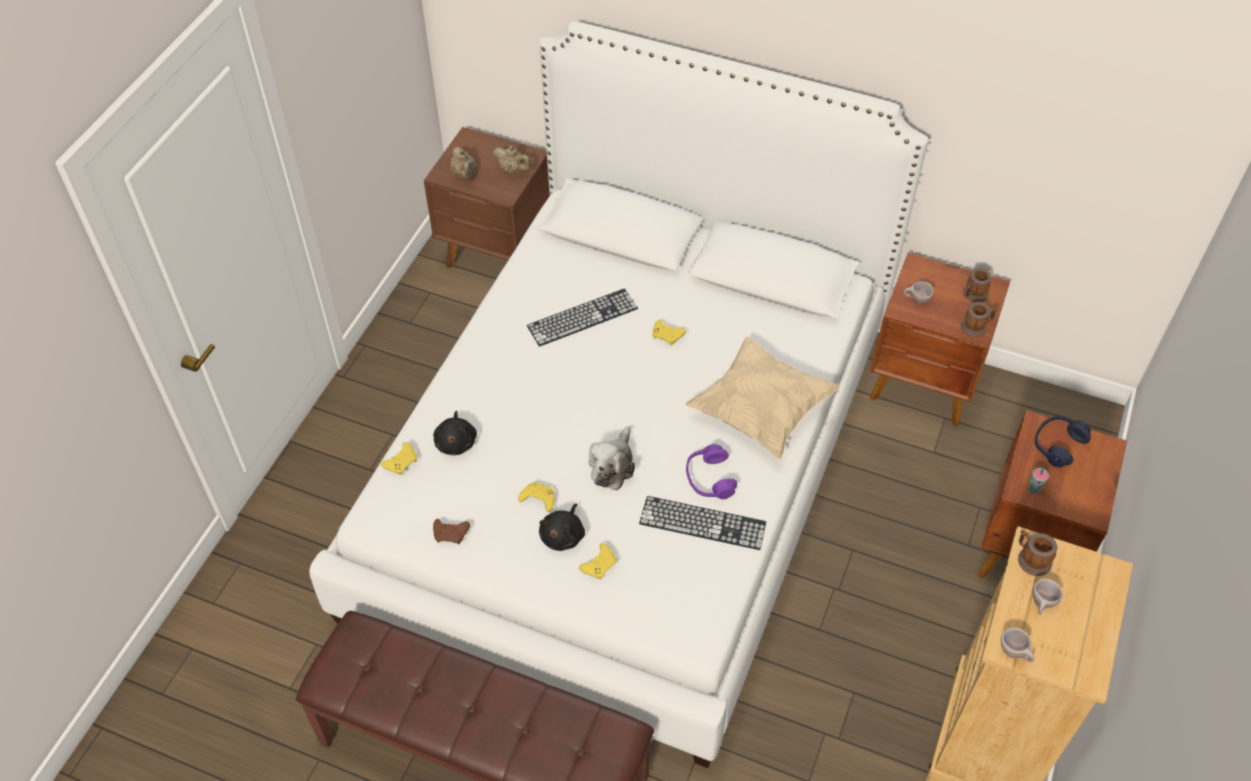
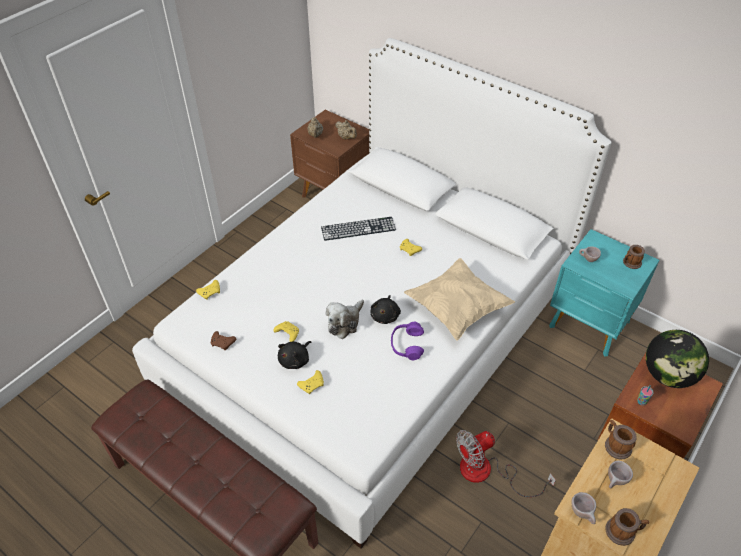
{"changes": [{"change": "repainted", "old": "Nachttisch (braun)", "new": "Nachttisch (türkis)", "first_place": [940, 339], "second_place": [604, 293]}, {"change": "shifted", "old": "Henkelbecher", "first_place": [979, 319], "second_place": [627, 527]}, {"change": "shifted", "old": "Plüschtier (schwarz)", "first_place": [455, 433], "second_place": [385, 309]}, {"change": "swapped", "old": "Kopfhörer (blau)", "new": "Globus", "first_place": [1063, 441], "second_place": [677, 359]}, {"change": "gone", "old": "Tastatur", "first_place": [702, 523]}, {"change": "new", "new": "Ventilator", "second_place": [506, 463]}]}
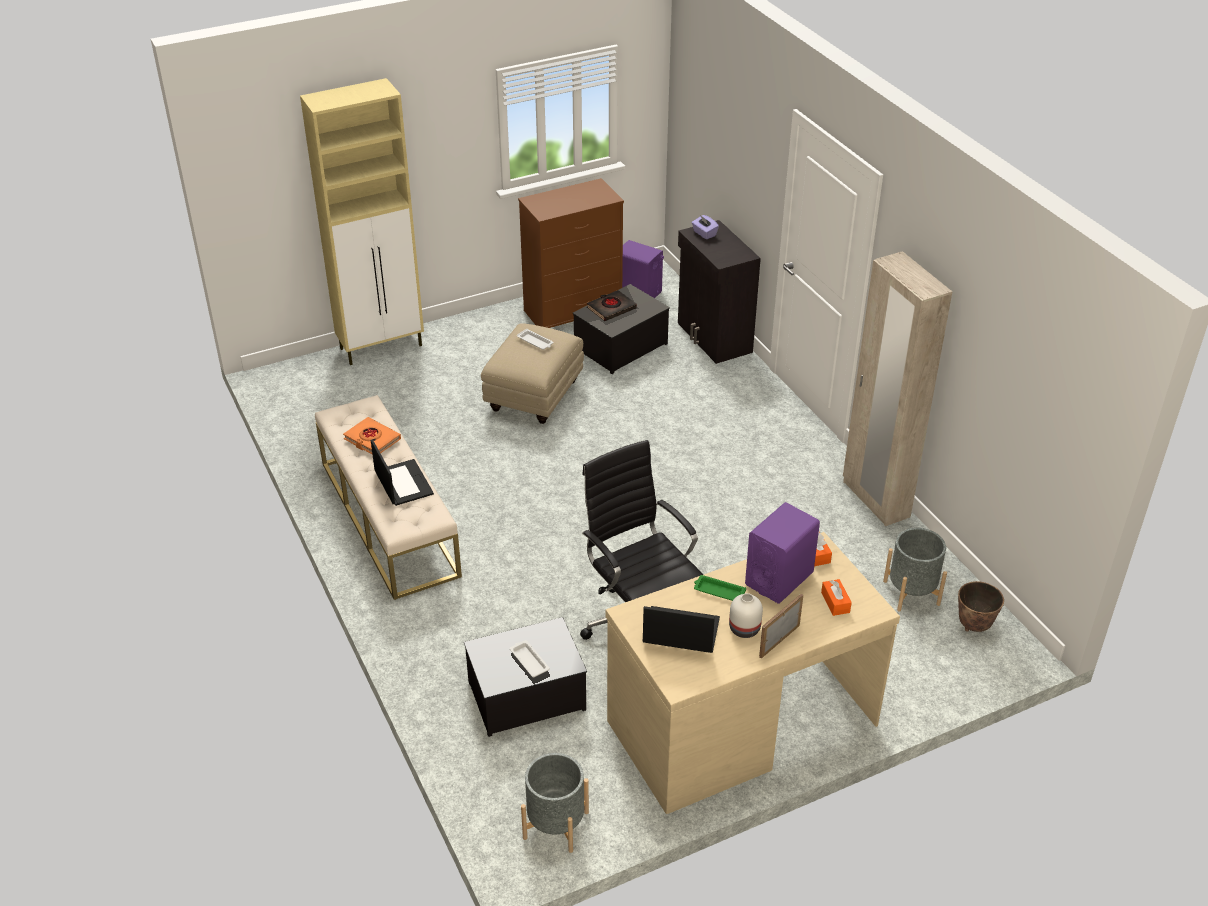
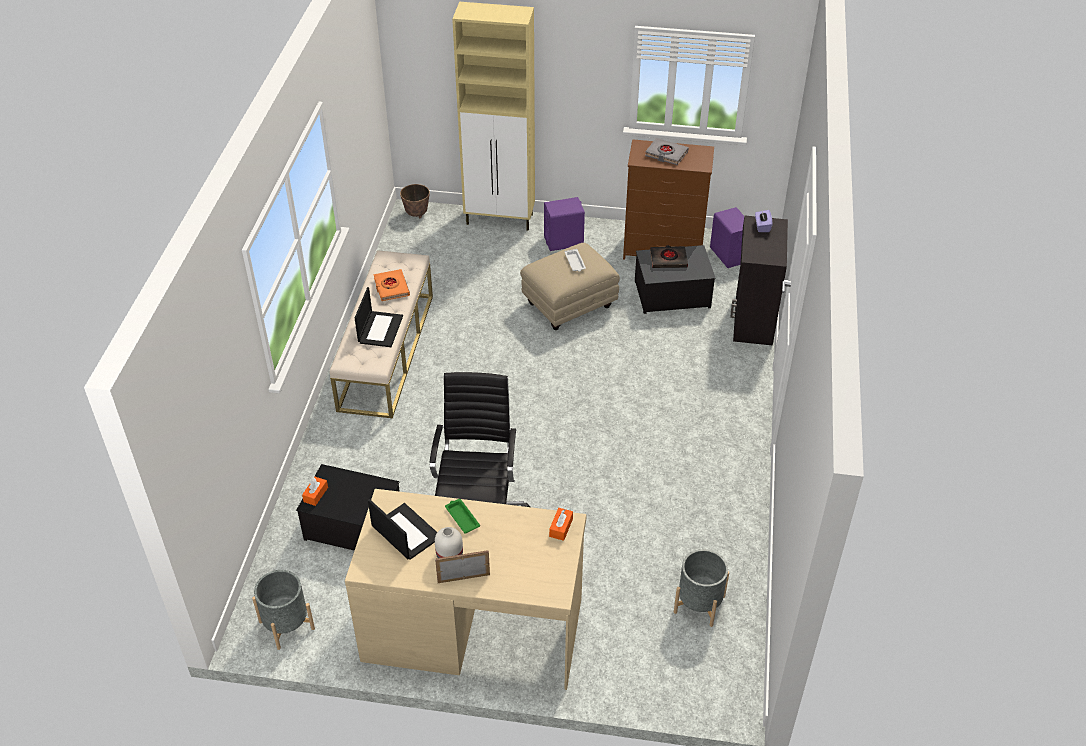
{"changes": [{"change": "gone", "old": "Kleiderschrank (beige)", "first_place": [897, 388]}, {"change": "shifted", "old": "Lautsprecher (lila)", "first_place": [782, 553], "second_place": [564, 224]}, {"change": "shifted", "old": "Taschentuchbox (orange)", "first_place": [836, 597], "second_place": [315, 491]}, {"change": "shifted", "old": "Pflanzkübel", "first_place": [981, 606], "second_place": [415, 201]}, {"change": "gone", "old": "Tablett (weiß)", "first_place": [530, 658]}, {"change": "new", "new": "Buch (grau)", "second_place": [667, 151]}]}
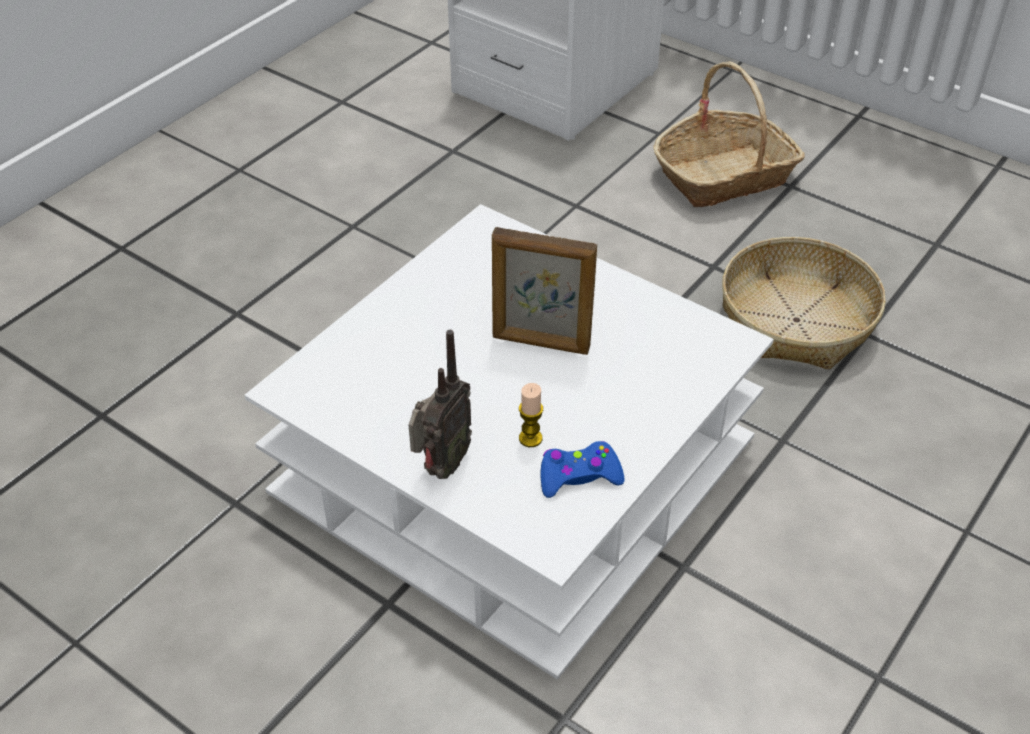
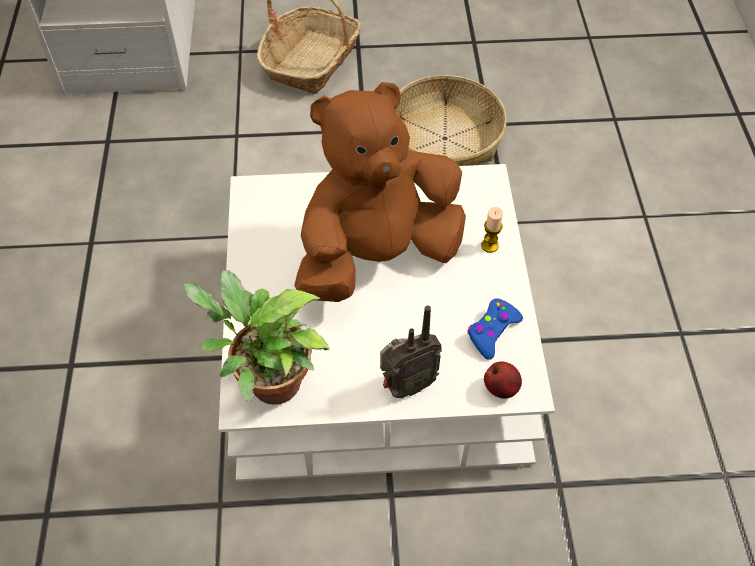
{"changes": [{"change": "swapped", "old": "Bilderrahmen", "new": "Plüschtier (braun)", "first_place": [544, 291], "second_place": [380, 192]}, {"change": "rotated", "old": "Radio", "first_place": [440, 404], "second_place": [411, 351], "degrees": 75}, {"change": "shifted", "old": "Kerze", "first_place": [531, 415], "second_place": [492, 230]}, {"change": "new", "new": "Topfpflanze", "second_place": [257, 337]}, {"change": "new", "new": "Apfel", "second_place": [503, 380]}]}
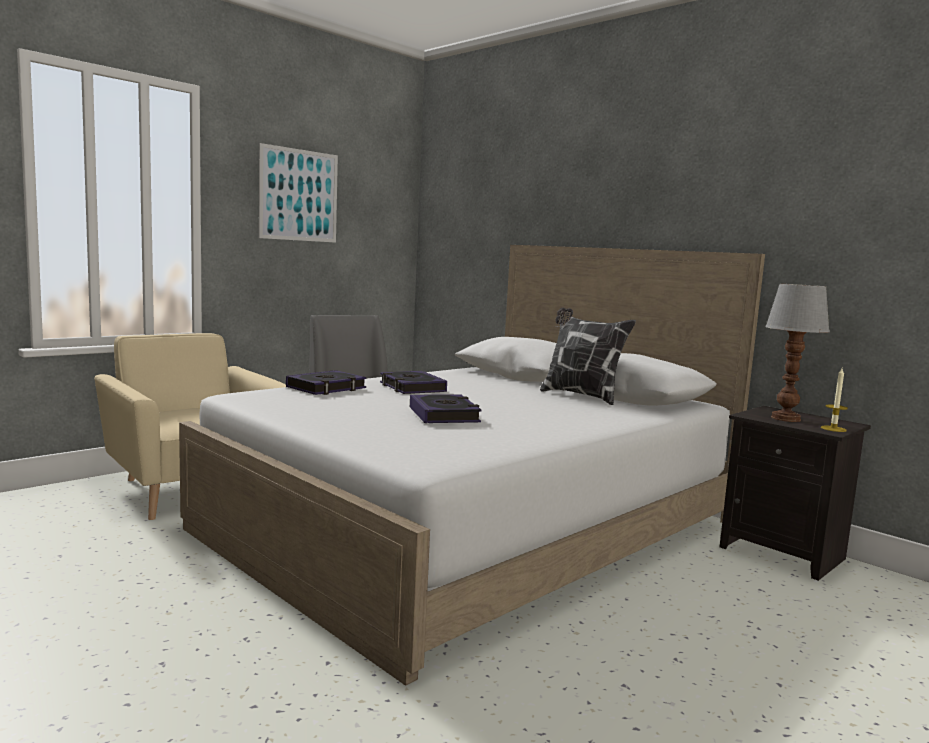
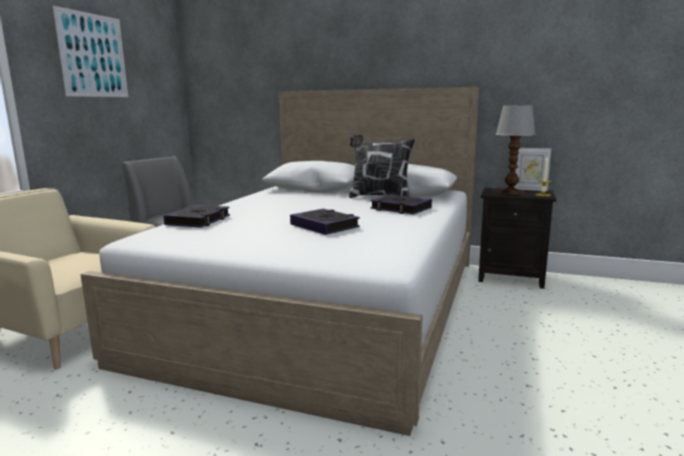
{"changes": [{"change": "shifted", "old": "Buch", "first_place": [413, 382], "second_place": [401, 204]}, {"change": "new", "new": "Bilderrahmen", "second_place": [532, 169]}]}
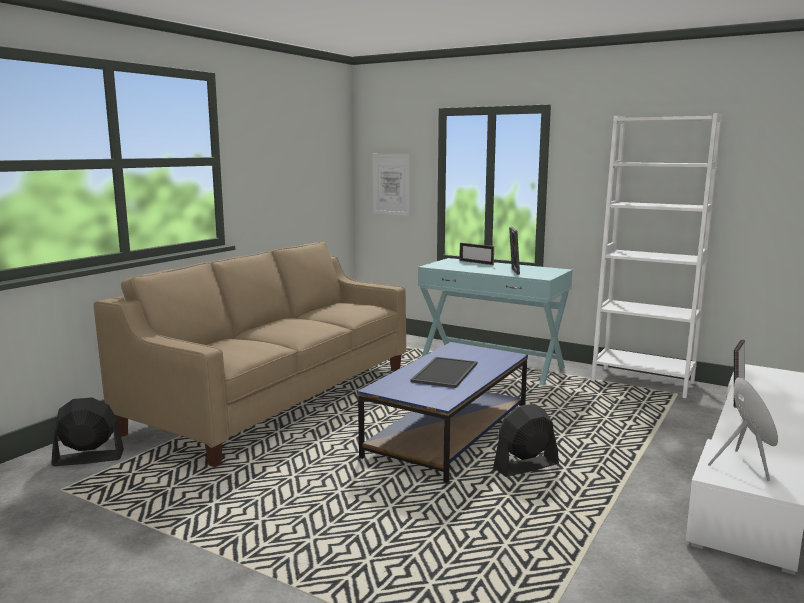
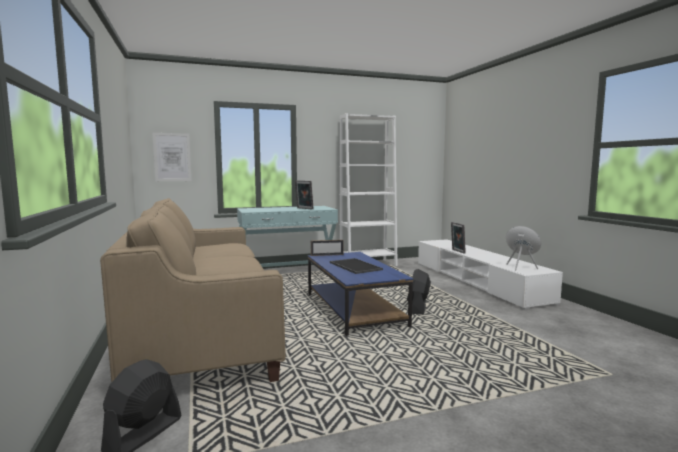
{"changes": [{"change": "shifted", "old": "Bilderrahmen", "first_place": [476, 254], "second_place": [327, 248]}]}
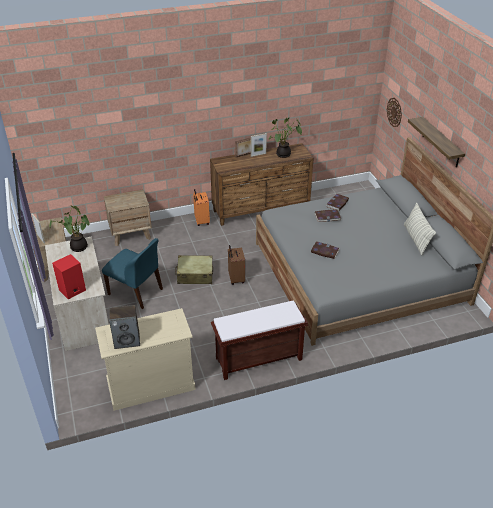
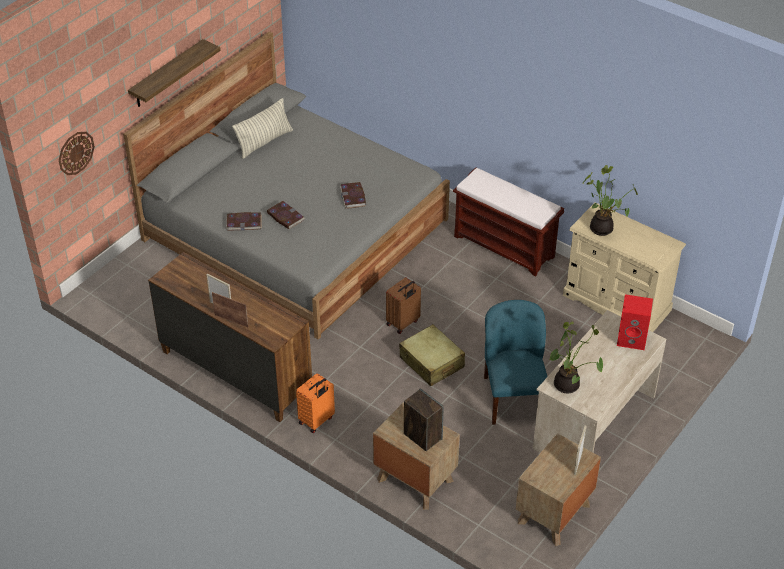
{"changes": [{"change": "shifted", "old": "Topfpflanze", "first_place": [285, 138], "second_place": [610, 200]}, {"change": "shifted", "old": "Lautsprecher", "first_place": [124, 327], "second_place": [424, 419]}]}
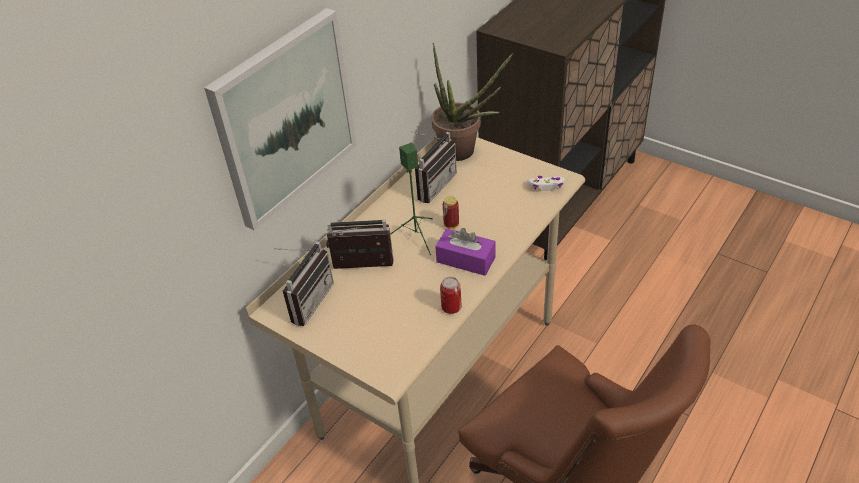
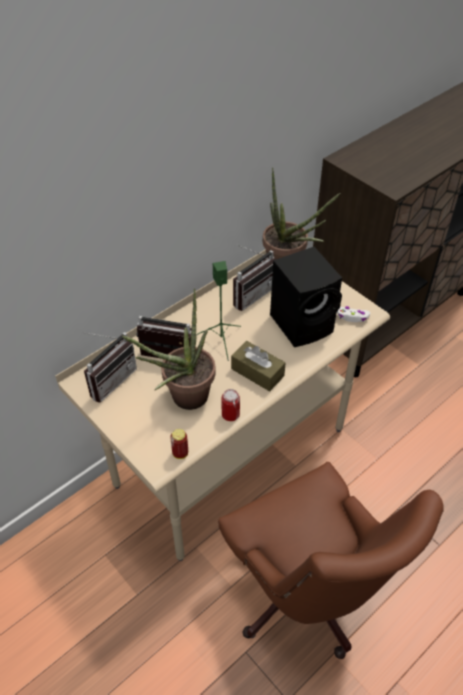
{"changes": [{"change": "gone", "old": "Bild", "first_place": [280, 119]}, {"change": "shifted", "old": "Dose", "first_place": [451, 212], "second_place": [179, 444]}, {"change": "repainted", "old": "Taschentuchbox (lila)", "new": "Taschentuchbox (braun)", "first_place": [465, 252], "second_place": [258, 366]}, {"change": "new", "new": "Lautsprecher (schwarz)", "second_place": [306, 297]}, {"change": "new", "new": "Topfpflanze", "second_place": [169, 349]}]}
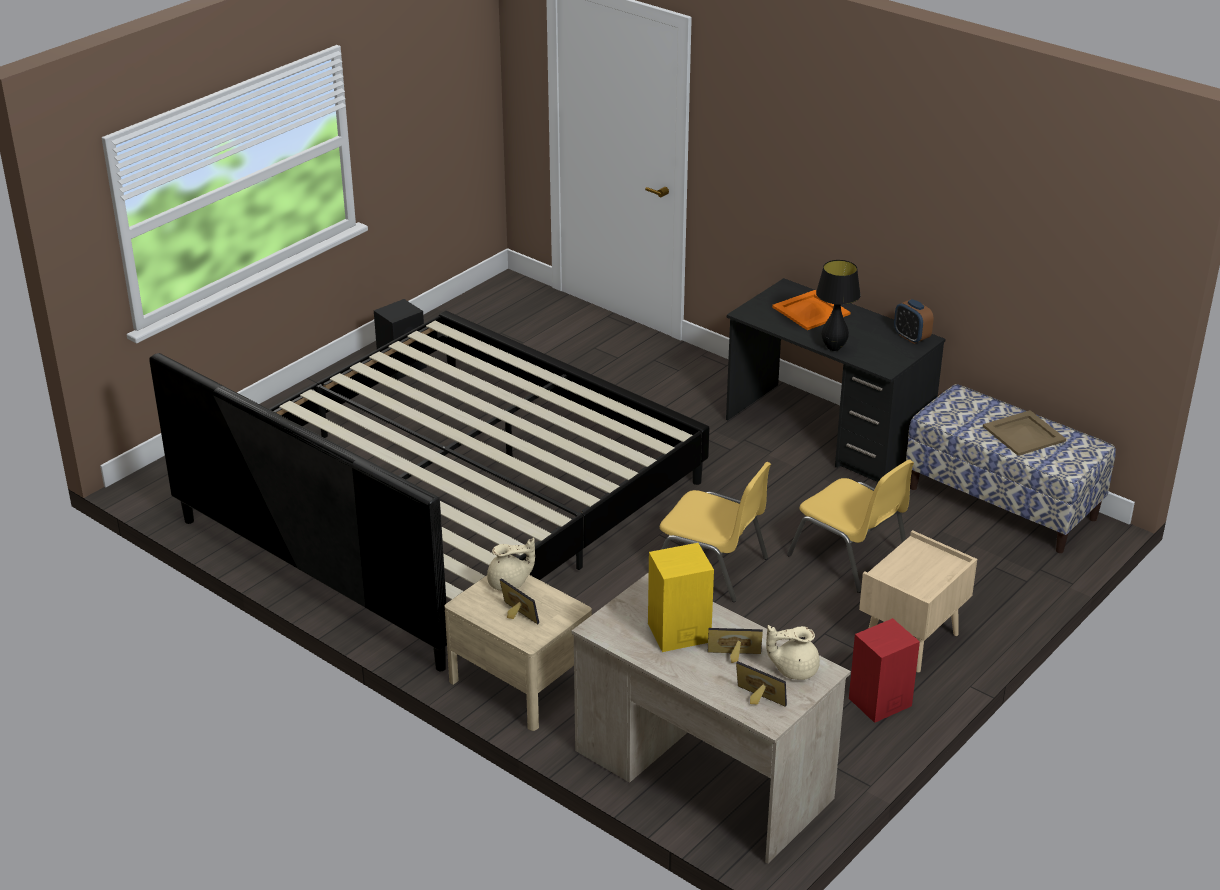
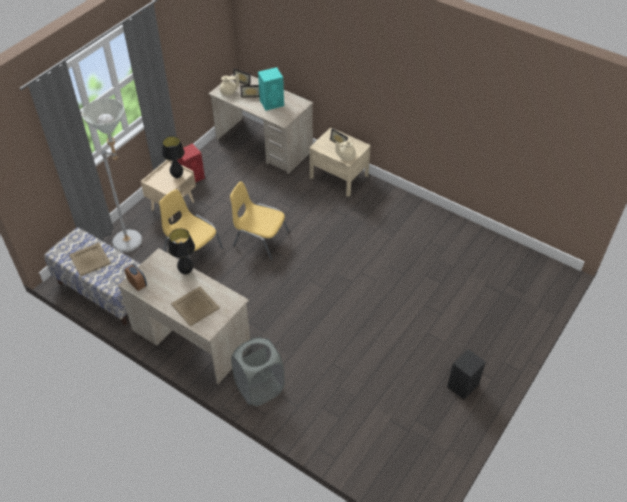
{"changes": [{"change": "repainted", "old": "Schreibtisch (schwarz)", "new": "Schreibtisch (beige)", "first_place": [835, 380], "second_place": [184, 316]}, {"change": "repainted", "old": "Tablett (orange)", "new": "Tablett (beige)", "first_place": [811, 310], "second_place": [195, 306]}, {"change": "gone", "old": "Bett", "first_place": [429, 491]}, {"change": "repainted", "old": "Lautsprecher (gelb)", "new": "Lautsprecher (türkis)", "first_place": [681, 597], "second_place": [271, 89]}, {"change": "new", "new": "Stehlampe (grau)", "second_place": [112, 175]}, {"change": "new", "new": "Tischlampe (schwarz)", "second_place": [173, 157]}, {"change": "new", "new": "Wäschekorb (grau)", "second_place": [258, 371]}]}
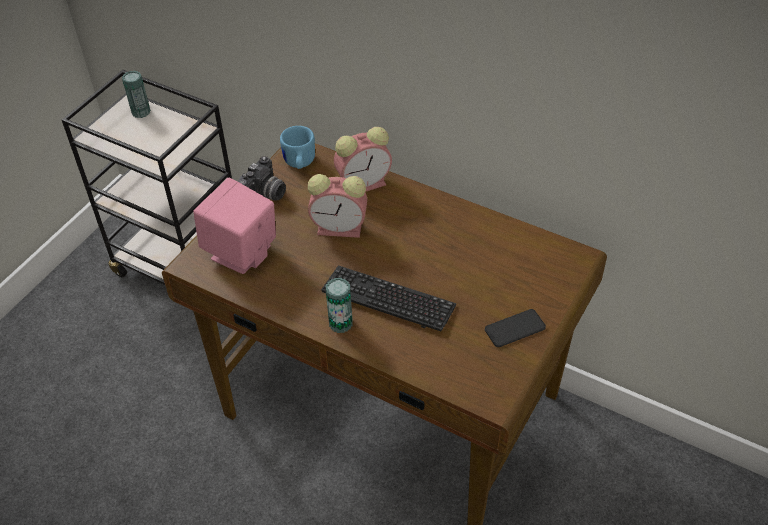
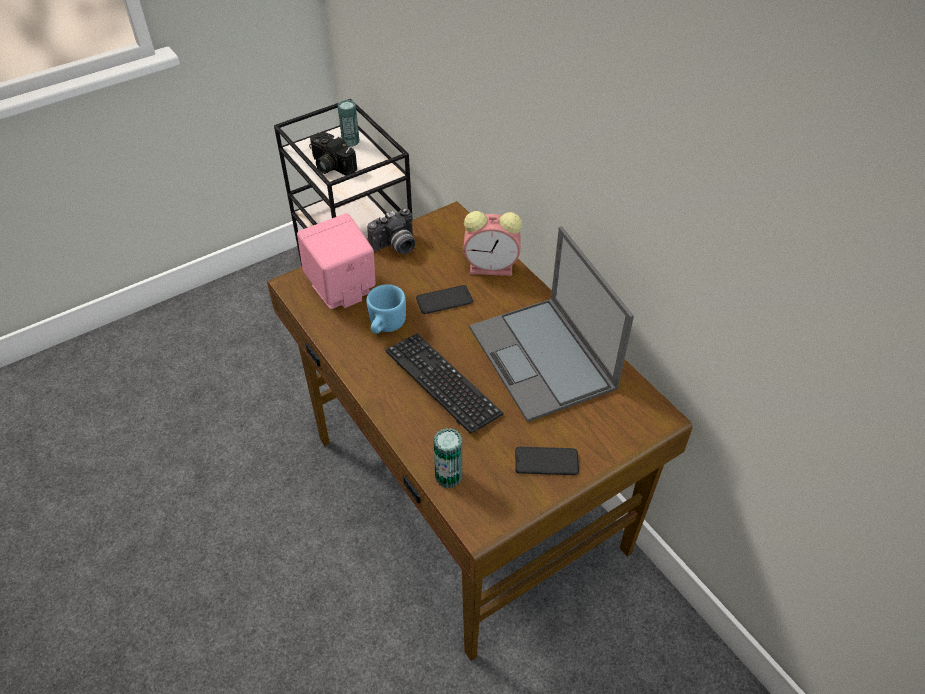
{"changes": [{"change": "shifted", "old": "Henkelbecher (blau)", "first_place": [297, 147], "second_place": [386, 309]}, {"change": "swapped", "old": "Wecker", "new": "Handy", "first_place": [337, 206], "second_place": [444, 299]}, {"change": "shifted", "old": "Dose", "first_place": [339, 305], "second_place": [448, 458]}, {"change": "new", "new": "Kamera", "second_place": [333, 153]}, {"change": "new", "new": "Laptop", "second_place": [551, 324]}]}
